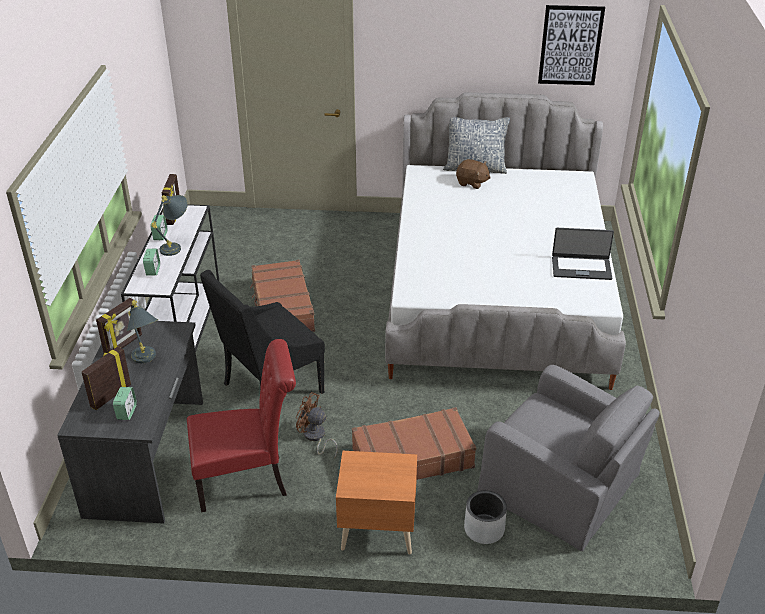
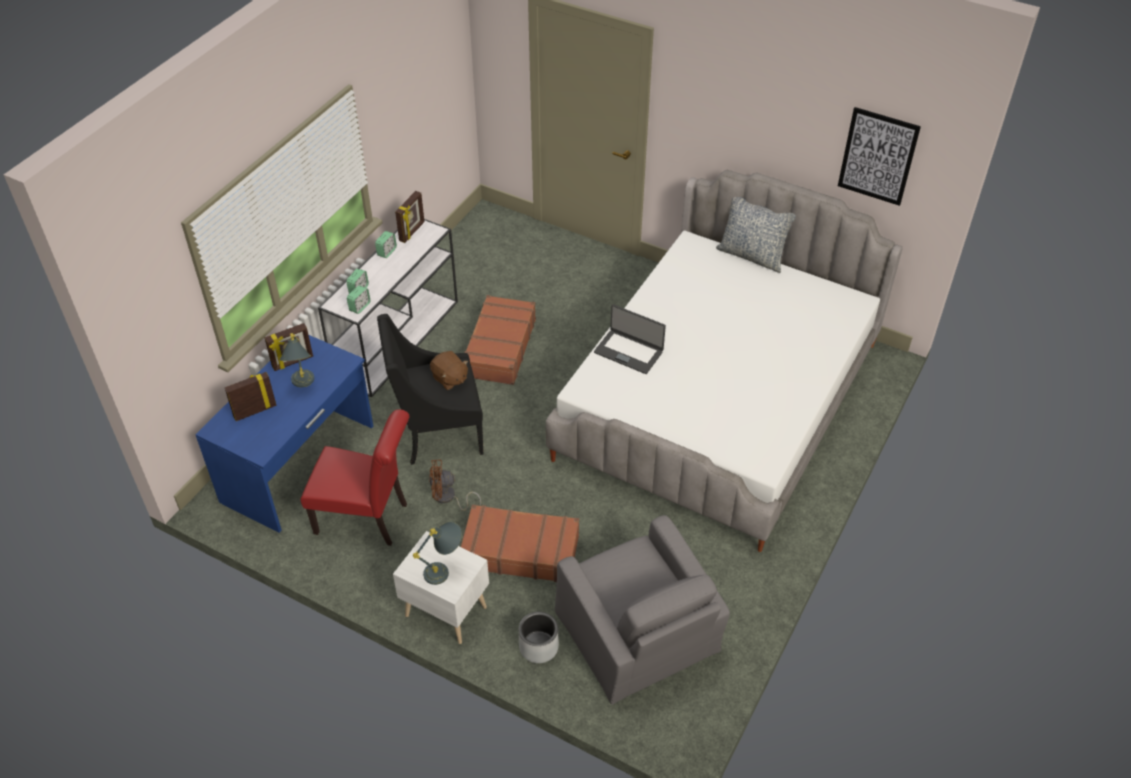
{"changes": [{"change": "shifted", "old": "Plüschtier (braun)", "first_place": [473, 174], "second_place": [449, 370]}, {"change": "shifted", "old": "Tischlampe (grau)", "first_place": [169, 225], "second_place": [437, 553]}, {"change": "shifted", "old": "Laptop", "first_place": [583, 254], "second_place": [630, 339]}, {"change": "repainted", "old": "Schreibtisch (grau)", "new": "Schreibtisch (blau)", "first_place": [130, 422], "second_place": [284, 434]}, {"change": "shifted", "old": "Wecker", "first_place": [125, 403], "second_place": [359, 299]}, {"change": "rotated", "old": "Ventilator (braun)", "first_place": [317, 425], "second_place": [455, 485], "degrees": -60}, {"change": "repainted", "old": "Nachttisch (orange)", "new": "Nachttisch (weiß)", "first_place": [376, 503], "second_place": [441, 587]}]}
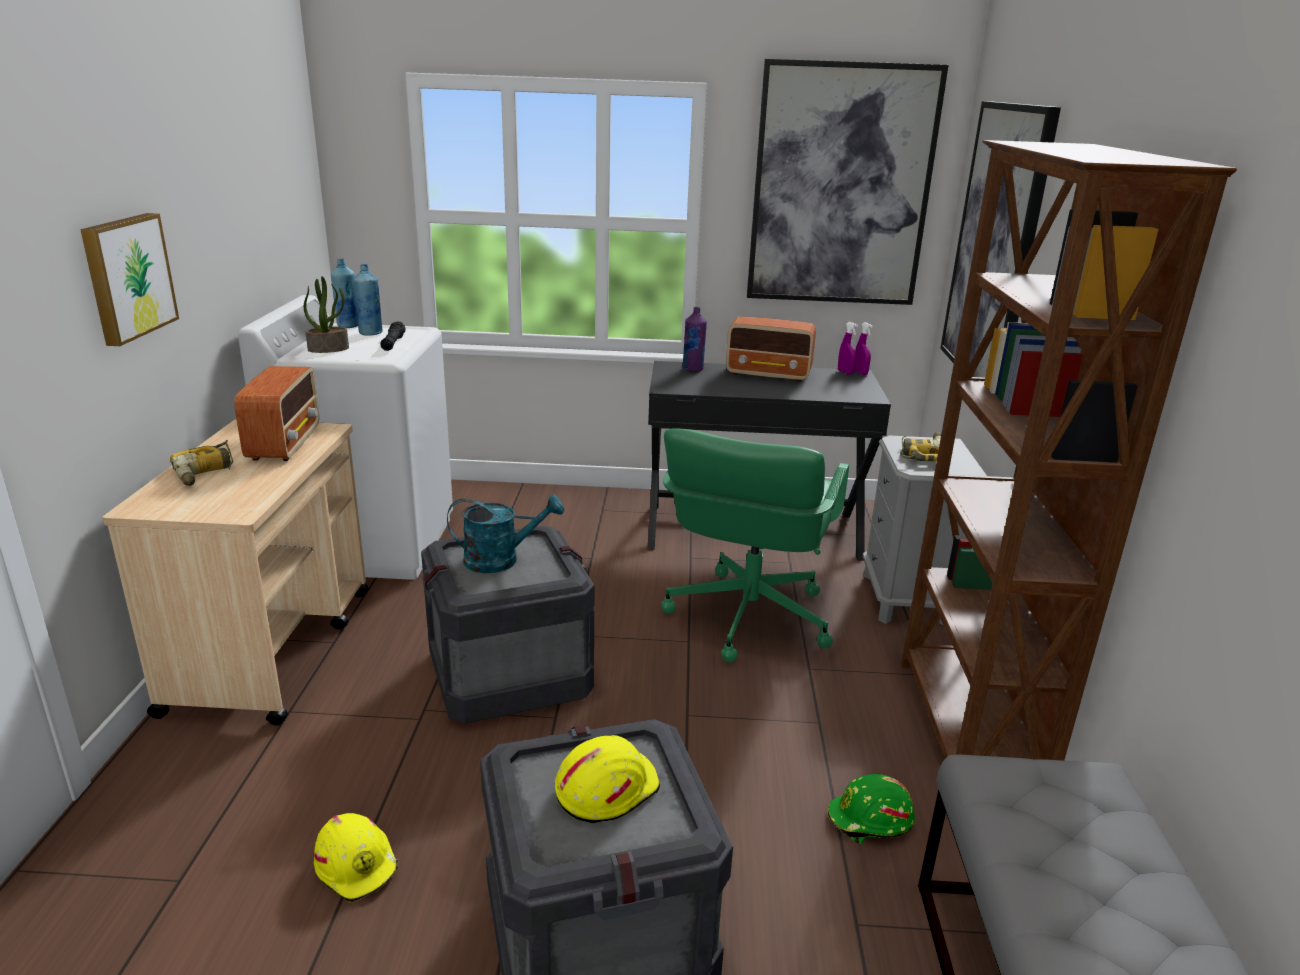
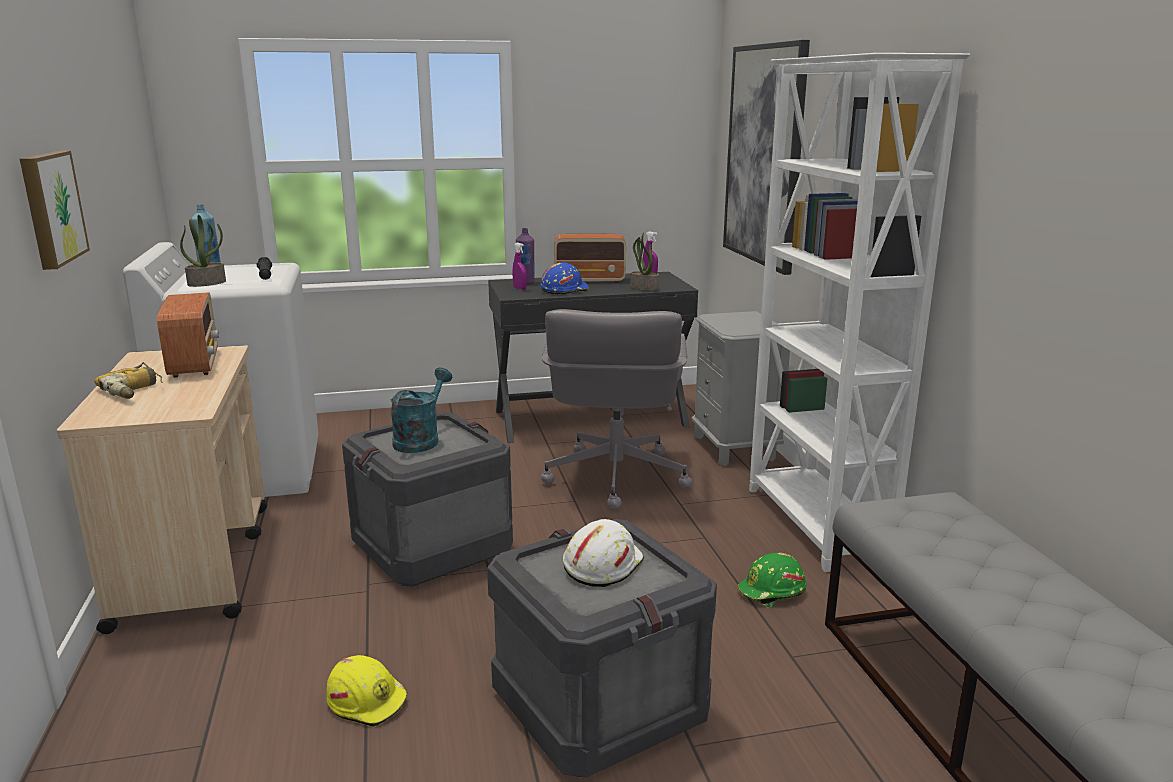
{"changes": [{"change": "gone", "old": "Bild", "first_place": [848, 182]}, {"change": "repainted", "old": "Bücherregal (braun)", "new": "Bücherregal (weiß)", "first_place": [1069, 450], "second_place": [859, 312]}, {"change": "gone", "old": "Flasche (blau)", "first_place": [368, 300]}, {"change": "shifted", "old": "Sprühflasche (lila)", "first_place": [863, 348], "second_place": [520, 266]}, {"change": "repainted", "old": "Bürostuhl (grün)", "new": "Bürostuhl (grau)", "first_place": [755, 545], "second_place": [616, 409]}, {"change": "gone", "old": "Bohrmaschine", "first_place": [921, 446]}, {"change": "rotated", "old": "Gießkanne (türkis)", "first_place": [505, 533], "second_place": [421, 410], "degrees": -45}, {"change": "repainted", "old": "Schutzhelm (gelb)", "new": "Schutzhelm (weiß)", "first_place": [607, 779], "second_place": [603, 553]}, {"change": "new", "new": "Topfpflanze", "second_place": [644, 261]}, {"change": "new", "new": "Schutzhelm (blau)", "second_place": [564, 278]}]}
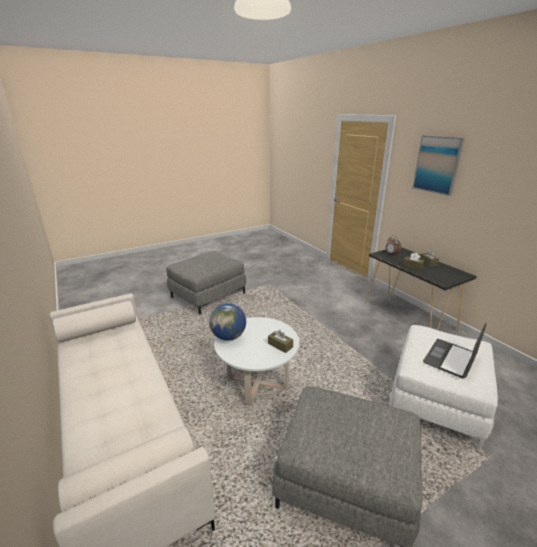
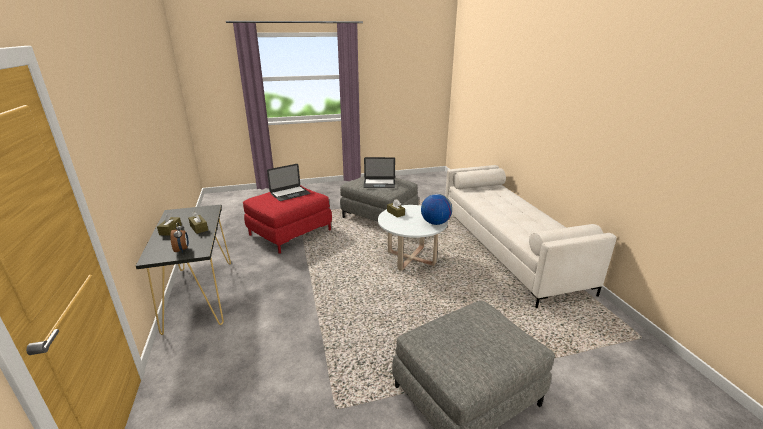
{"changes": [{"change": "gone", "old": "Bild", "first_place": [438, 165]}, {"change": "repainted", "old": "Polsterhocker (weiß)", "new": "Polsterhocker (rot)", "first_place": [444, 387], "second_place": [287, 219]}, {"change": "new", "new": "Laptop", "second_place": [379, 172]}]}
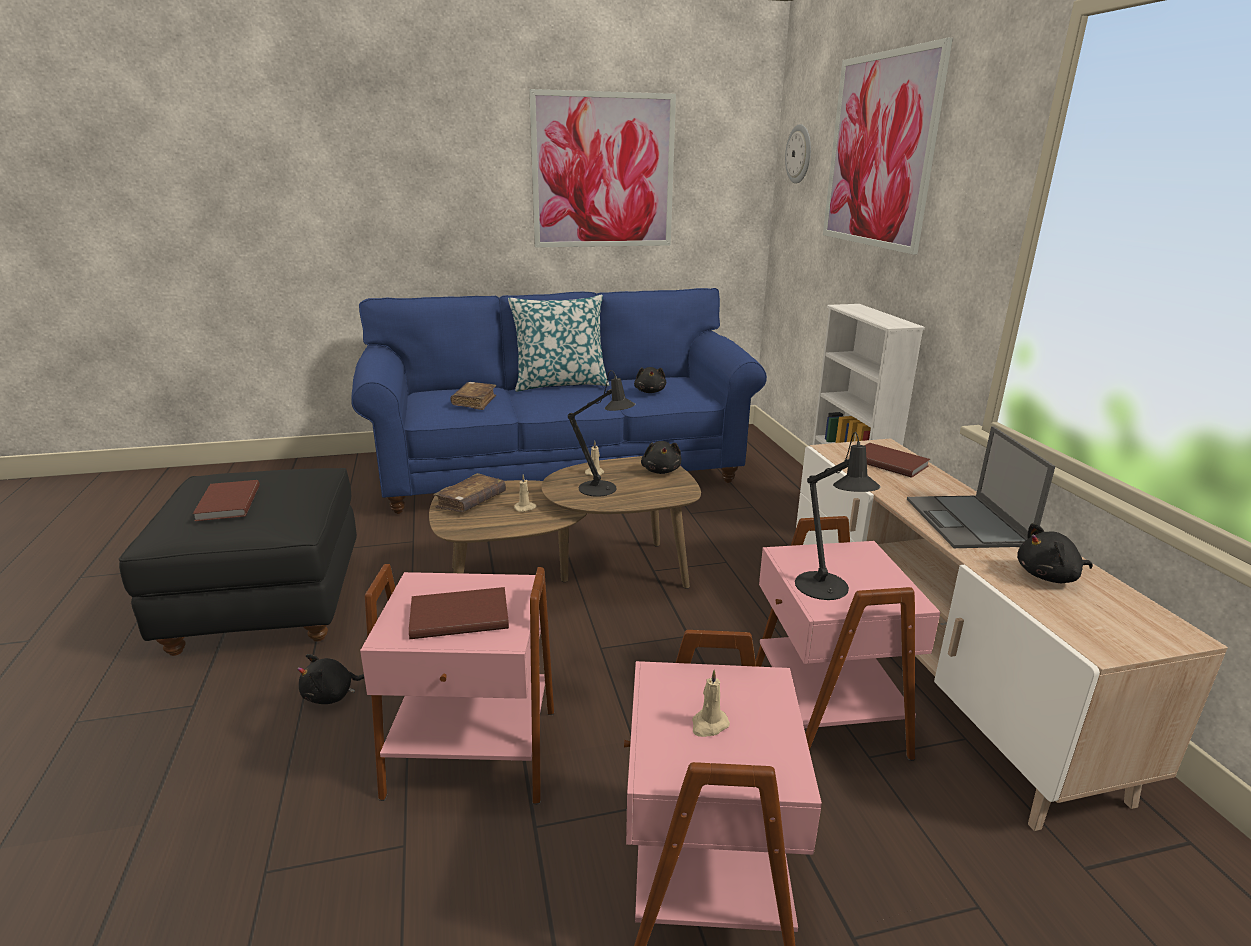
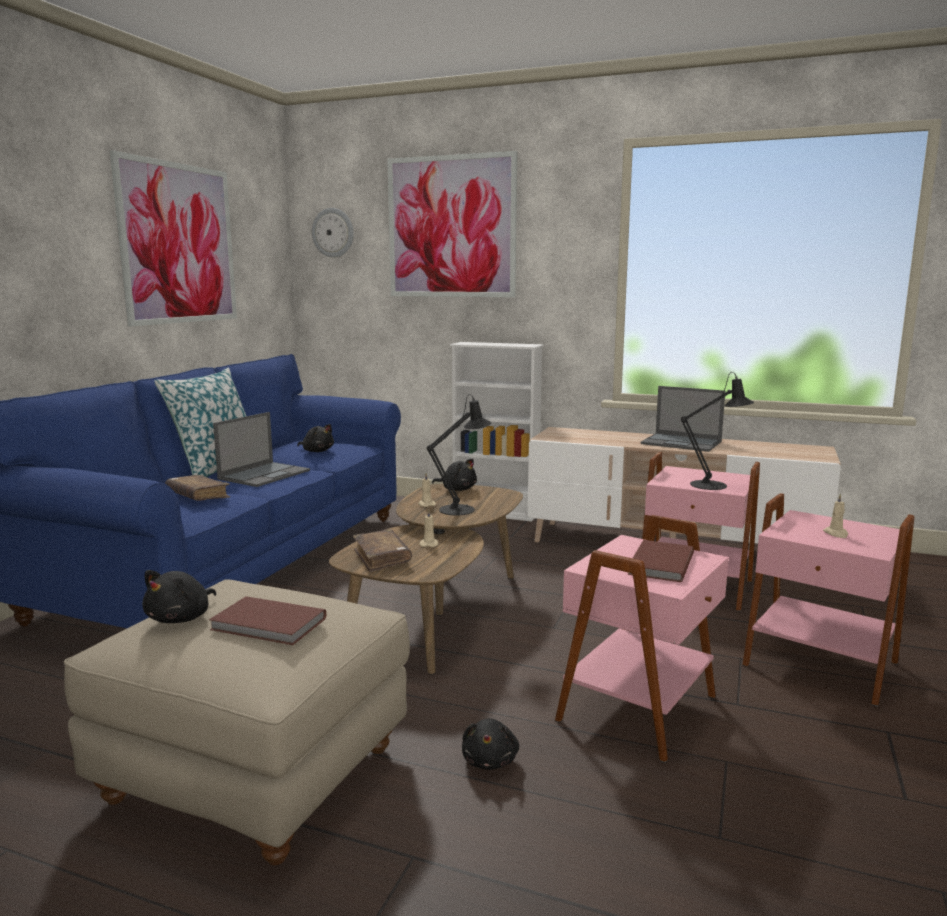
{"changes": [{"change": "gone", "old": "Buch (braun)", "first_place": [897, 460]}, {"change": "repainted", "old": "Polsterhocker (schwarz)", "new": "Polsterhocker (beige)", "first_place": [238, 562], "second_place": [237, 722]}, {"change": "shifted", "old": "Plüschtier (schwarz)", "first_place": [1055, 553], "second_place": [179, 596]}, {"change": "new", "new": "Laptop", "second_place": [261, 449]}]}
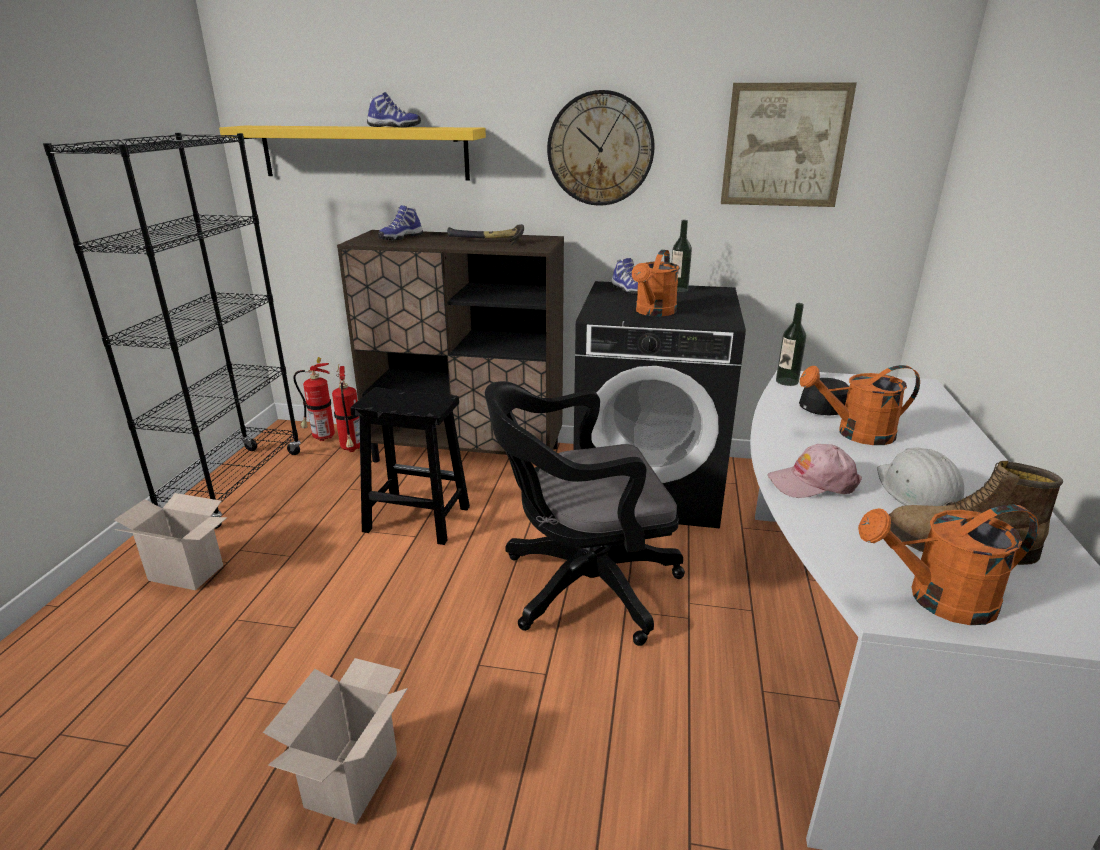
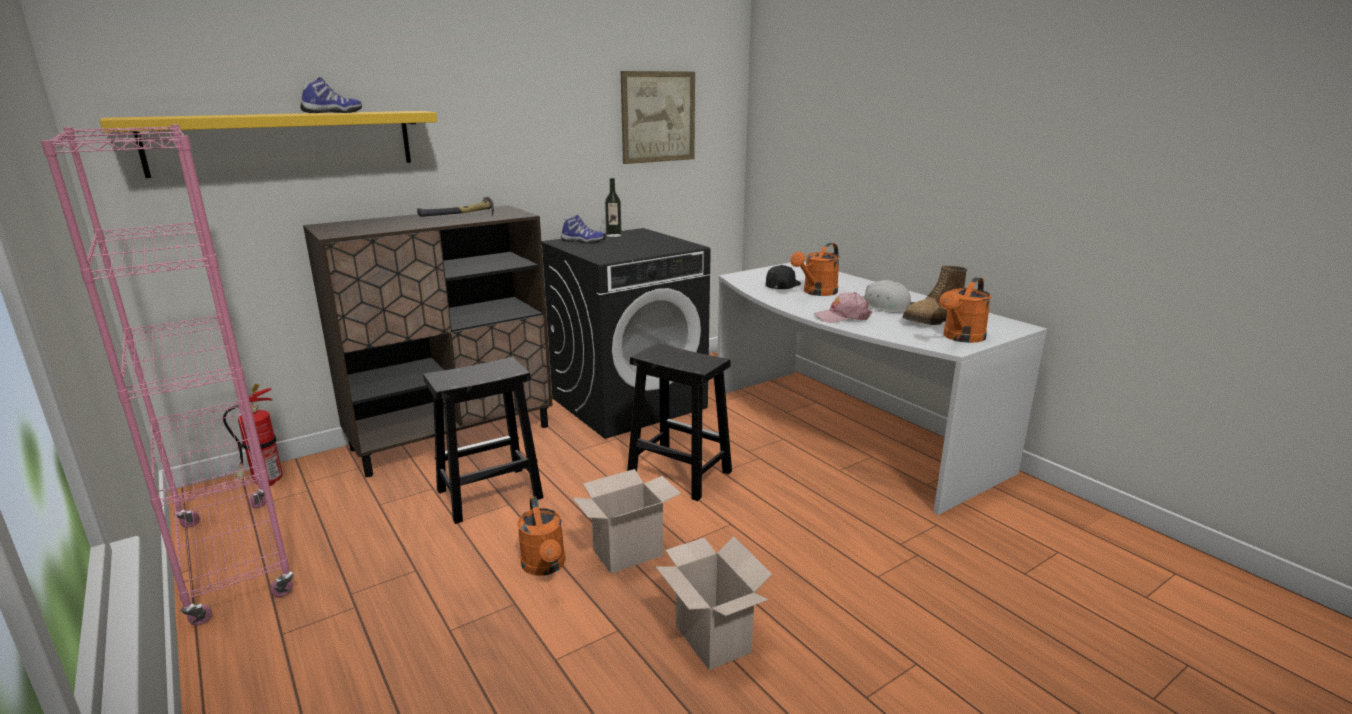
{"changes": [{"change": "gone", "old": "Wanduhr", "first_place": [601, 148]}, {"change": "repainted", "old": "Bücherregal (schwarz)", "new": "Bücherregal (rosa)", "first_place": [172, 331], "second_place": [167, 374]}, {"change": "gone", "old": "Schuh", "first_place": [400, 223]}, {"change": "shifted", "old": "Gießkanne (orange)", "first_place": [655, 283], "second_place": [541, 536]}, {"change": "gone", "old": "Flasche", "first_place": [791, 344]}, {"change": "gone", "old": "Feuerlöscher", "first_place": [346, 408]}, {"change": "swapped", "old": "Bürostuhl (schwarz)", "new": "Hocker (schwarz)", "first_place": [585, 513], "second_place": [679, 422]}, {"change": "rotated", "old": "Kappe (rosa)", "first_place": [815, 471], "second_place": [843, 307], "degrees": 45}, {"change": "shifted", "old": "Karton", "first_place": [170, 541], "second_place": [626, 521]}]}
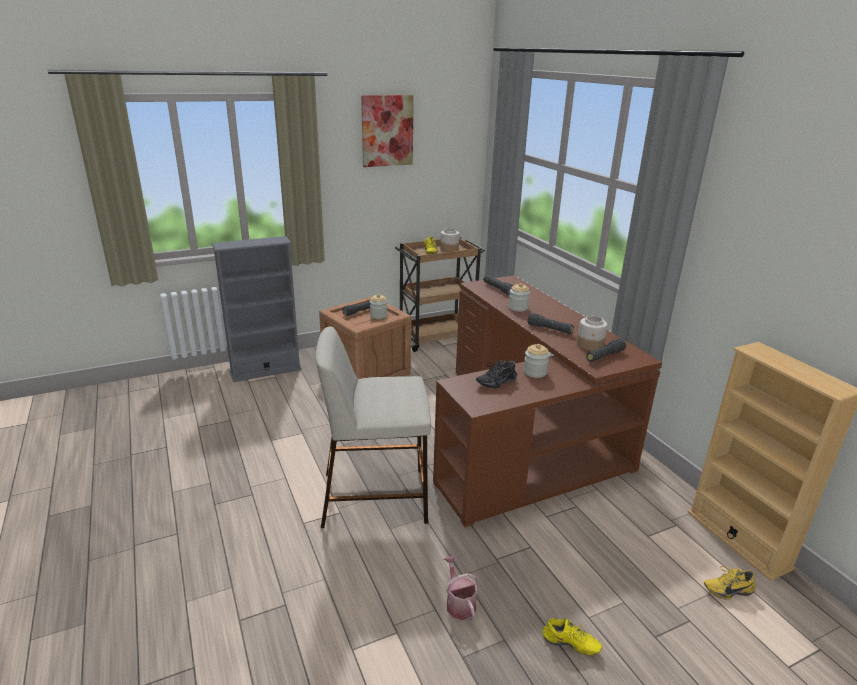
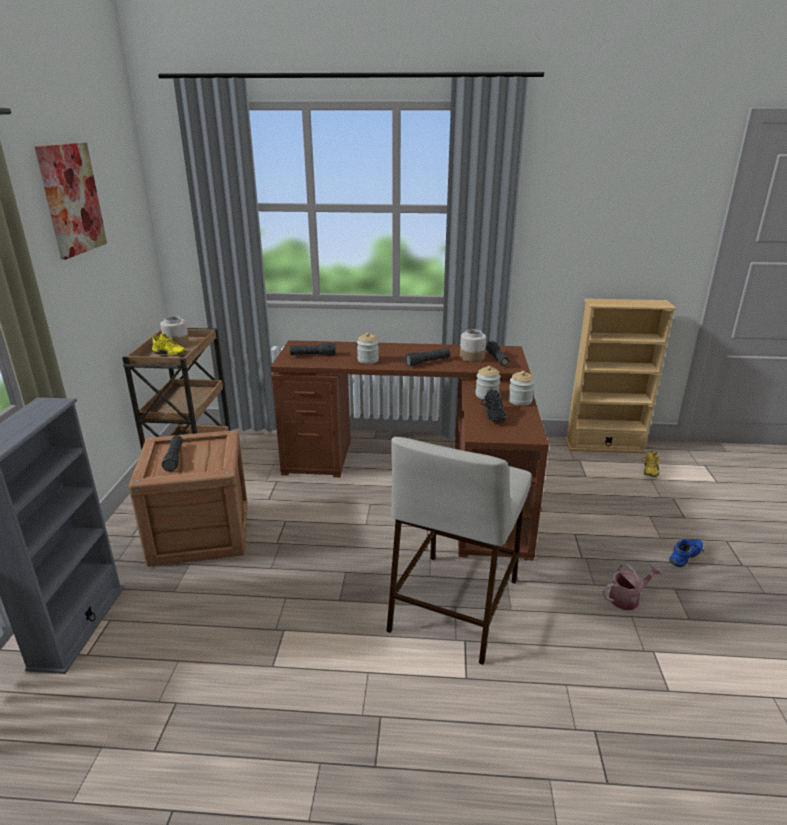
{"changes": [{"change": "shifted", "old": "Vorratsglas", "first_place": [378, 306], "second_place": [521, 388]}, {"change": "rotated", "old": "Gießkanne", "first_place": [461, 588], "second_place": [632, 587], "degrees": 150}, {"change": "repainted", "old": "Schuh (gelb)", "new": "Schuh (blau)", "first_place": [572, 636], "second_place": [686, 551]}]}
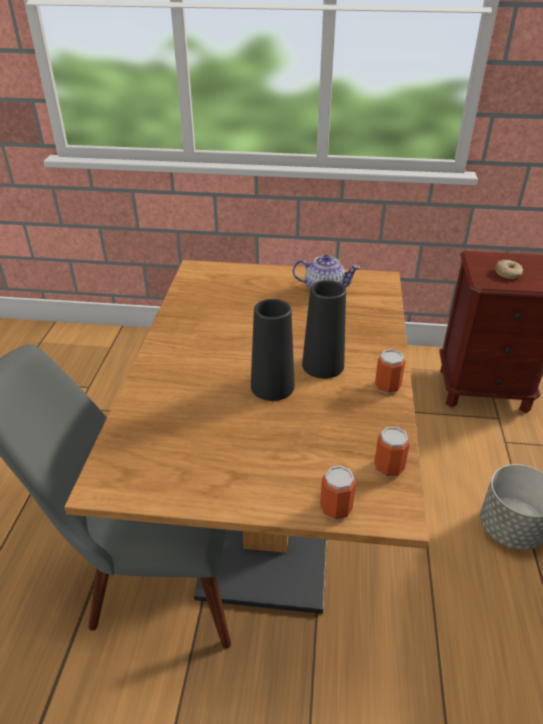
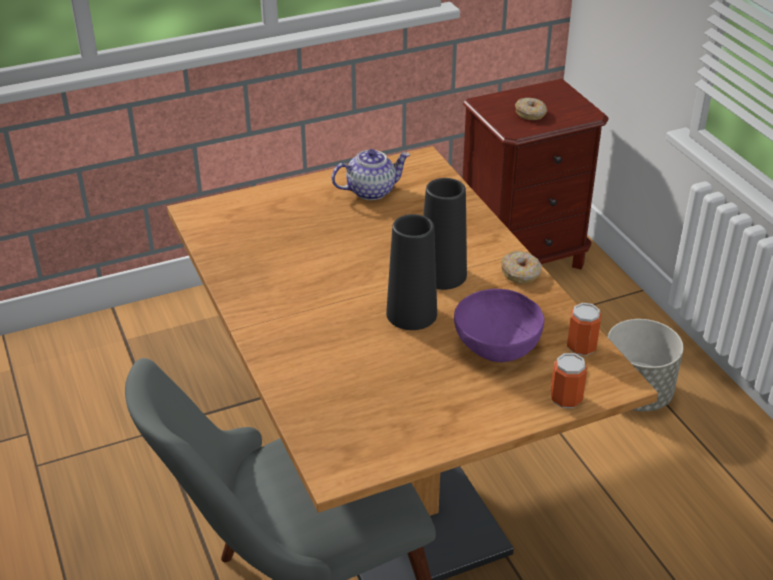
{"changes": [{"change": "swapped", "old": "Dose", "new": "Donut", "first_place": [390, 371], "second_place": [521, 267]}, {"change": "new", "new": "Schüssel (lila)", "second_place": [499, 325]}]}
